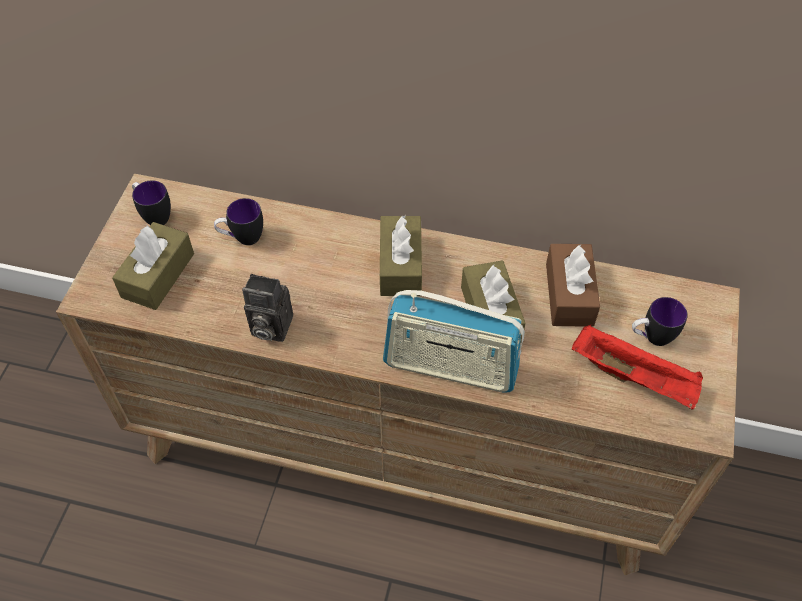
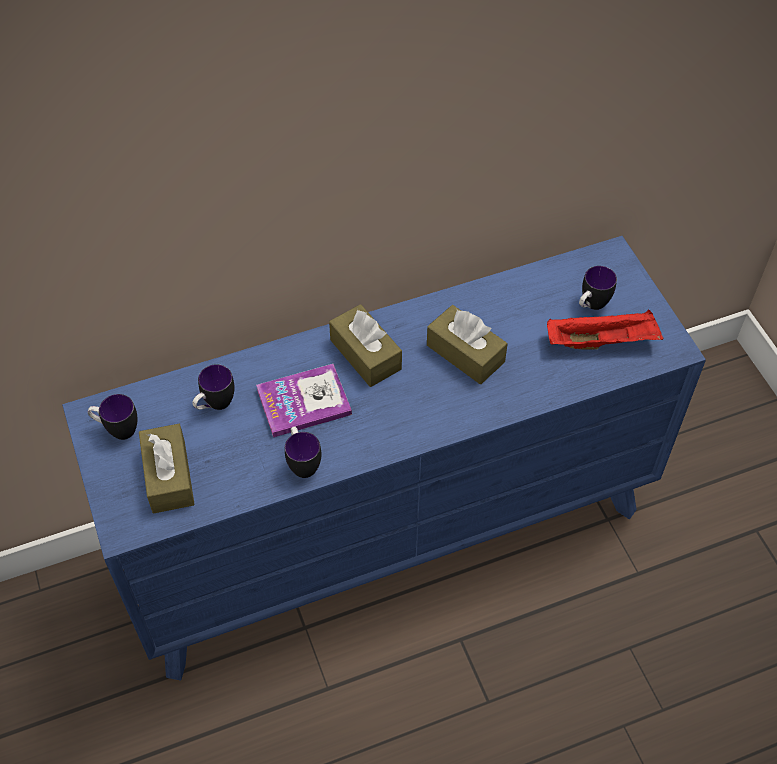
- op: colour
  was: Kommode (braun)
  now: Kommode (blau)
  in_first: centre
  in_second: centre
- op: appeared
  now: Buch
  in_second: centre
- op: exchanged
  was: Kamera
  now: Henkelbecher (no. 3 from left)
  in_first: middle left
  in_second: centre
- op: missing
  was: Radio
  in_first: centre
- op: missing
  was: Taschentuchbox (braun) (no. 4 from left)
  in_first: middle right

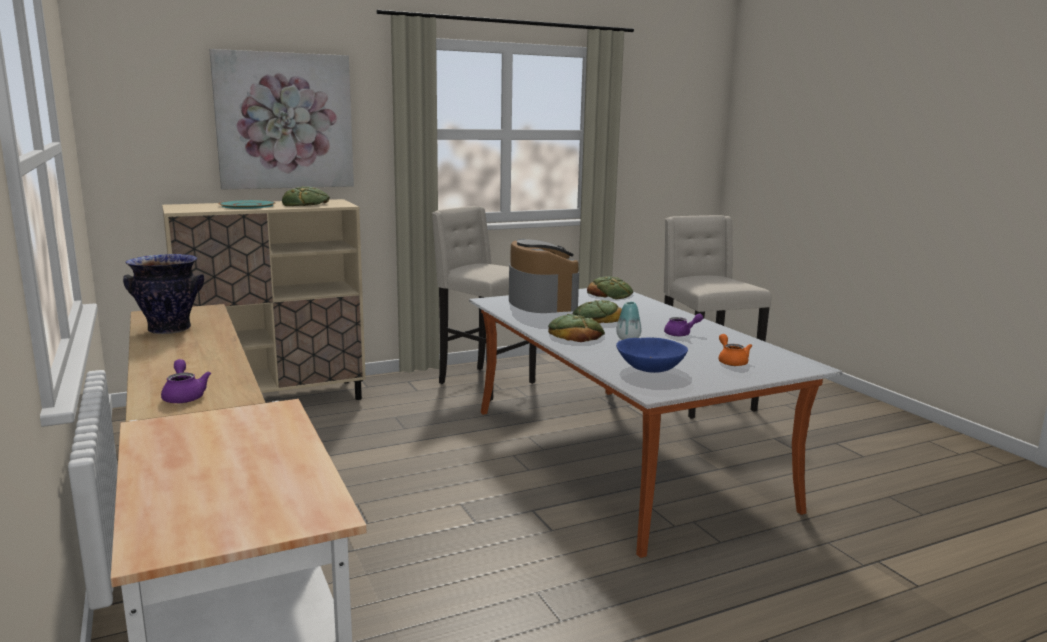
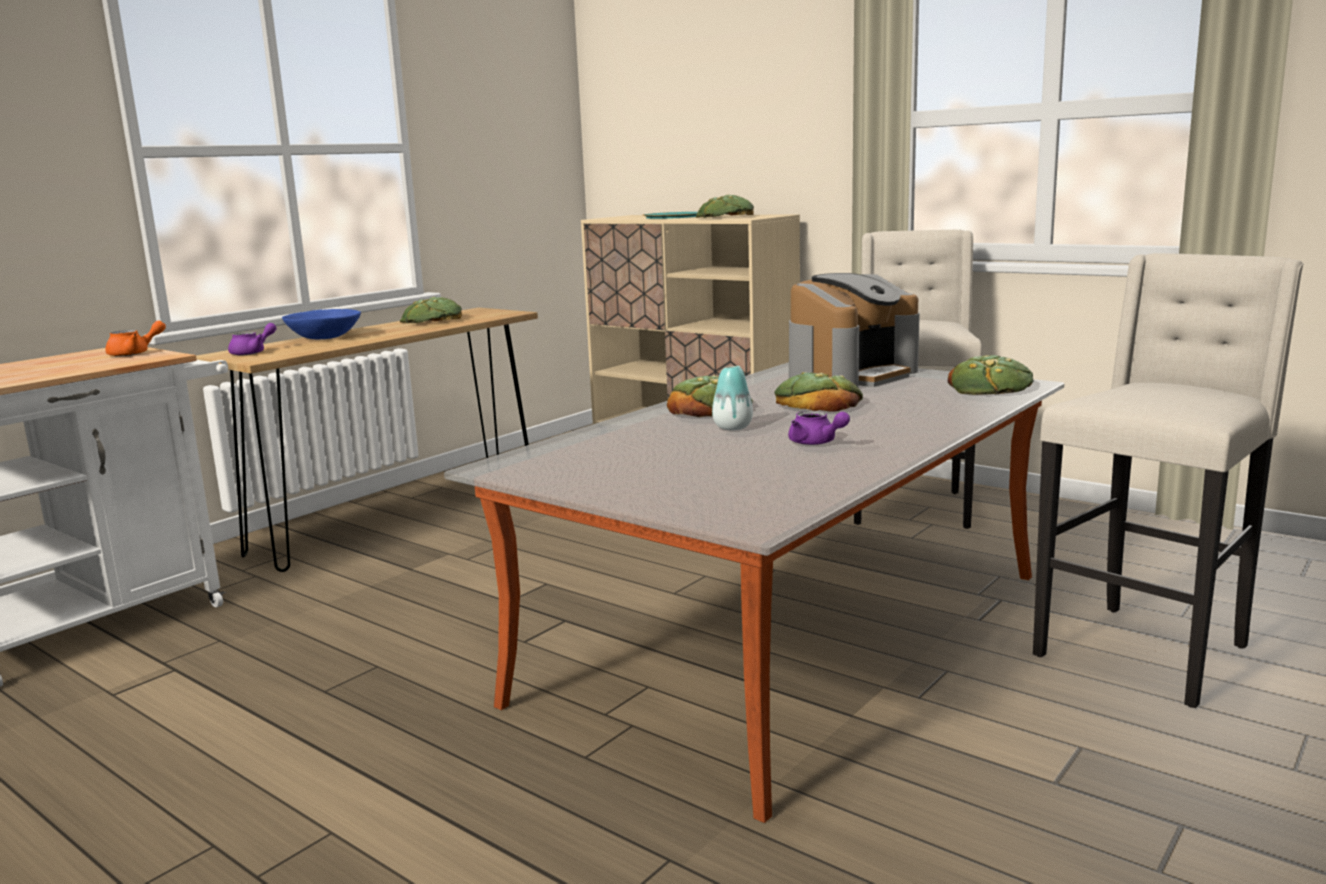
- op: relocated
  was: Teekanne (orange)
  in_first: middle right
  in_second: middle left
- op: relocated
  was: Schüssel (blau)
  in_first: centre
  in_second: middle left
- op: exchanged
  was: Vase (no. 1 from left)
  now: Brot (no. 1 from left)
  in_first: middle left
  in_second: middle left
- op: missing
  was: Bild
  in_first: top left

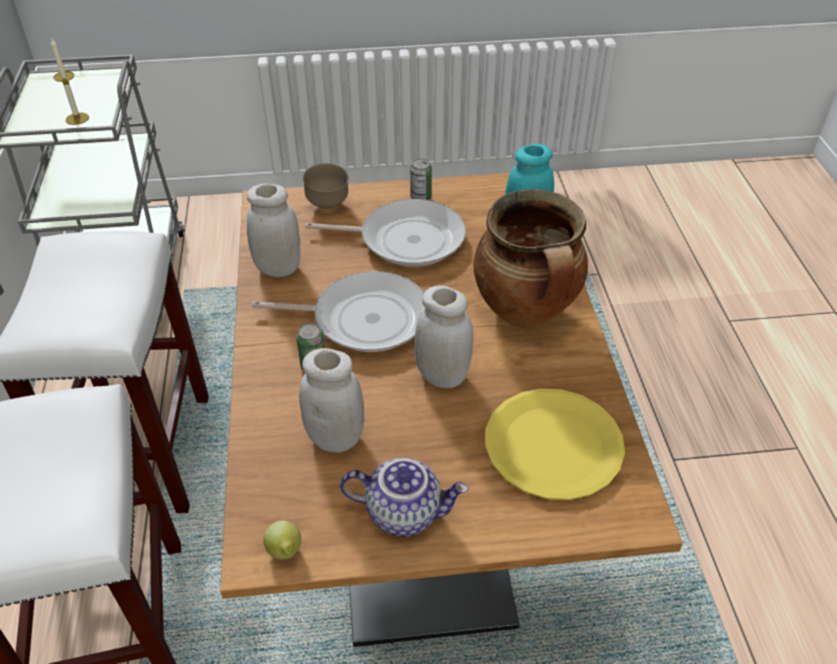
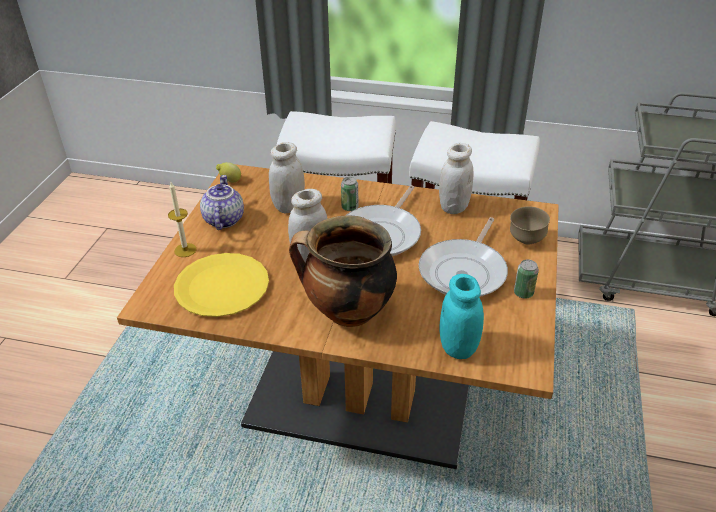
- op: relocated
  was: Kerze
  in_first: top left
  in_second: middle left
- op: spun
  was: Teekanne
  in_first: bottom centre
  in_second: middle left
  clockwise: 150

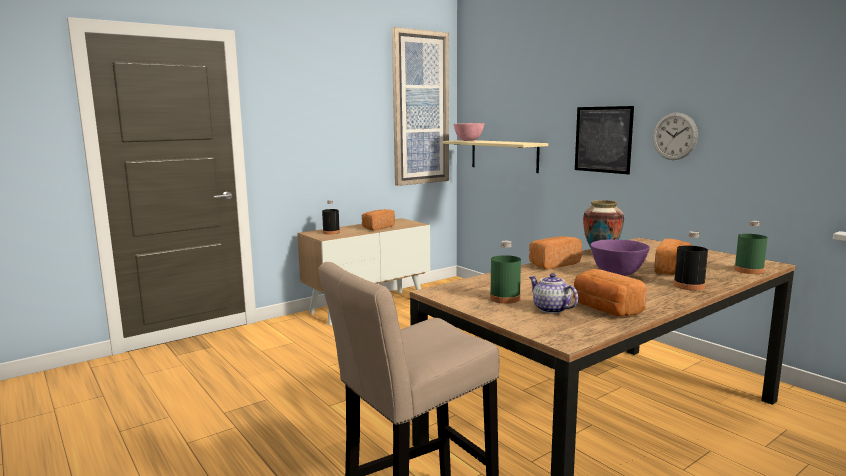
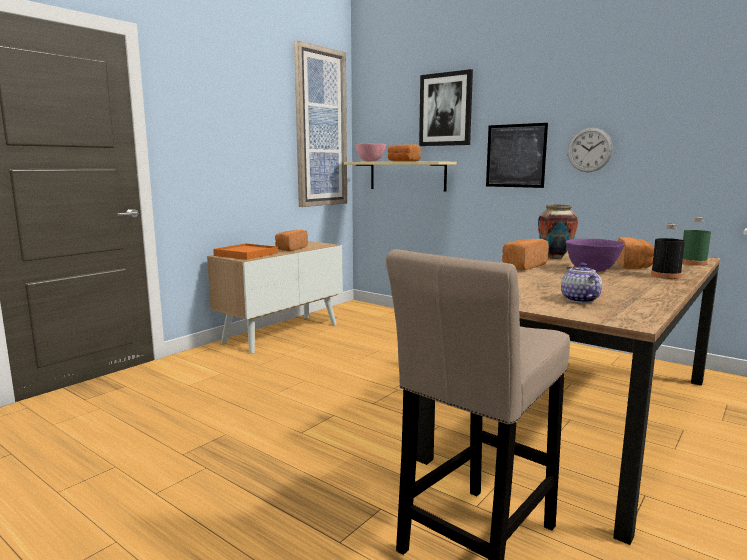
- op: exchanged
  was: Flasche (schwarz) (no. 1 from left)
  now: Tablett (orange)
  in_first: centre
  in_second: middle left
- op: relocated
  was: Brot (no. 3 from left in the first image)
  now: Brot (no. 2 from left)
  in_first: middle right
  in_second: top centre
- op: appeared
  now: Bild (no. 2 from left)
  in_second: top centre
- op: spun
  was: Teekanne
  in_first: centre
  in_second: middle right
  clockwise: 45
- op: missing
  was: Flasche (grün) (no. 1 from left)
  in_first: centre

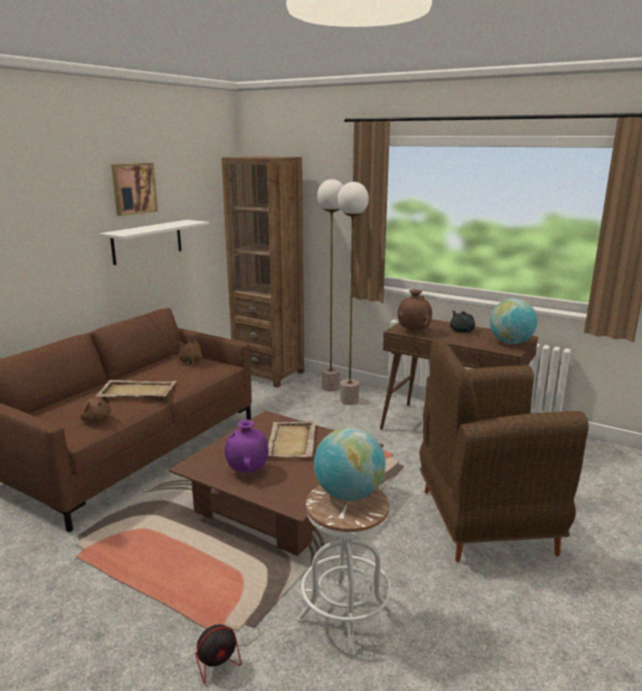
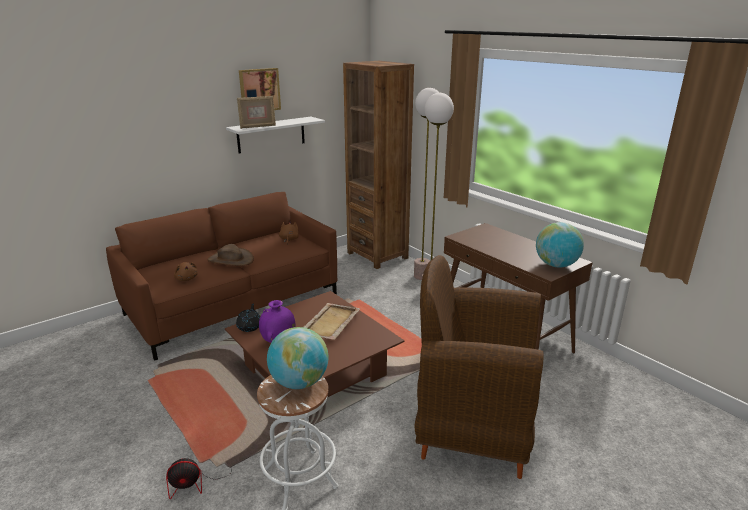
- op: exchanged
  was: Tablett (beige) (no. 1 from left)
  now: Hut (braun)
  in_first: middle left
  in_second: middle left
- op: relocated
  was: Teekanne (schwarz)
  in_first: middle right
  in_second: middle left
- op: appeared
  now: Bilderrahmen
  in_second: top centre
- op: missing
  was: Vase (braun)
  in_first: centre

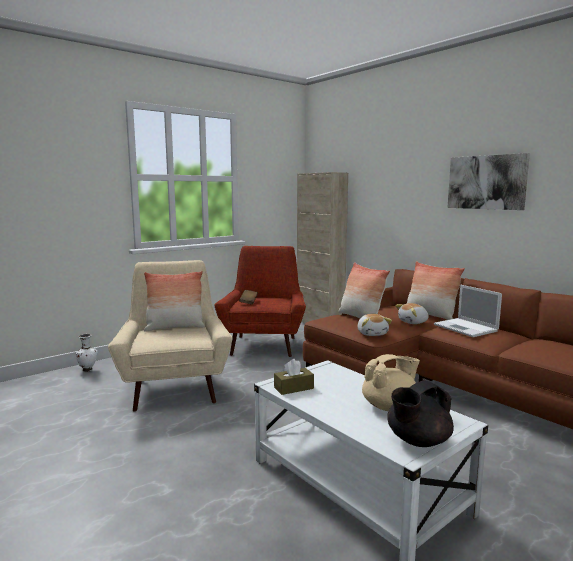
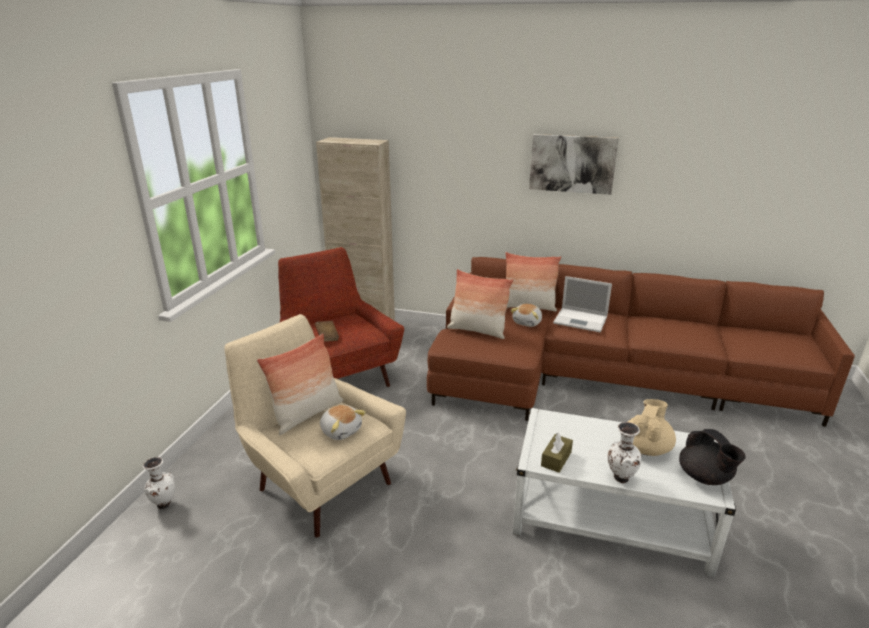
- op: relocated
  was: Plüschtier (no. 1 from left)
  in_first: centre
  in_second: bottom centre
- op: appeared
  now: Vase (weiß) (no. 2 from left)
  in_second: bottom right
- op: spun
  was: Teekanne (schwarz)
  in_first: bottom right
  in_second: bottom right
  clockwise: -45

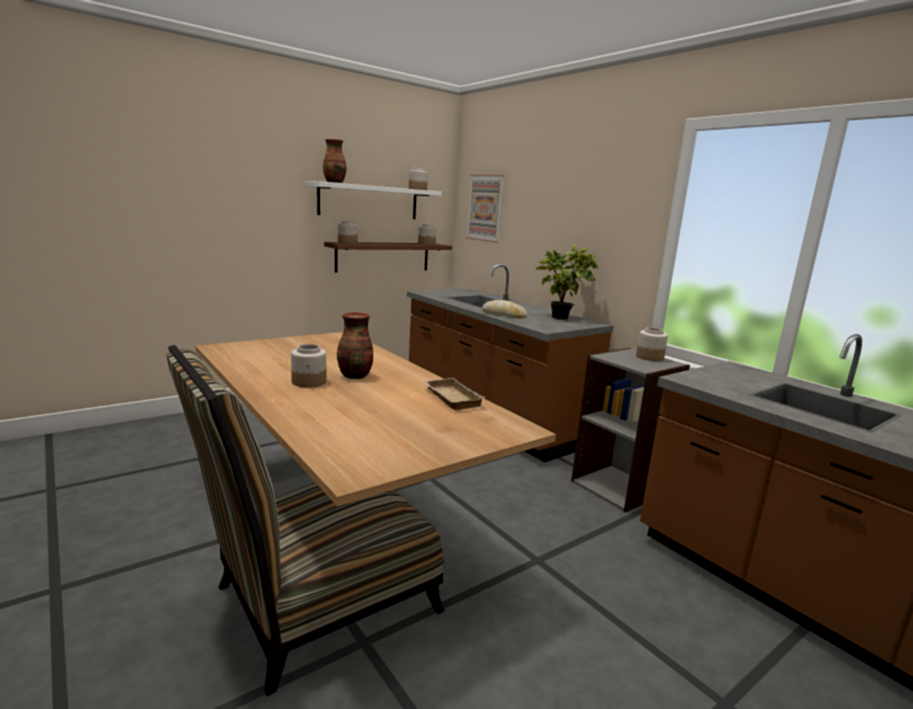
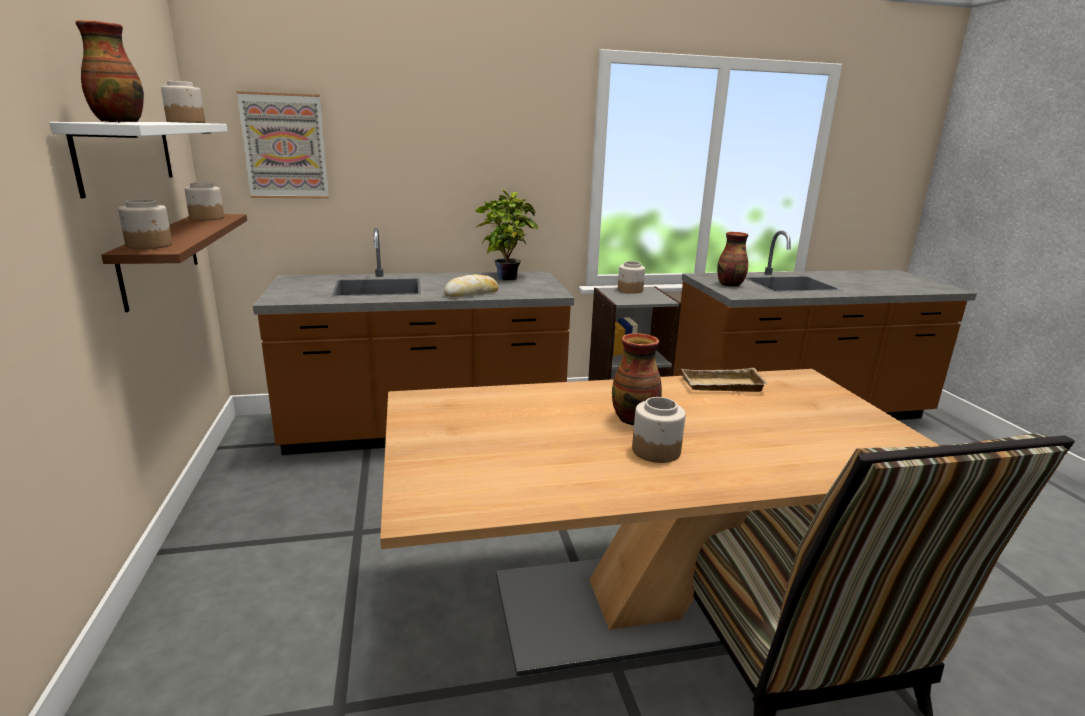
- op: appeared
  now: Vase (no. 3 from left)
  in_second: middle right

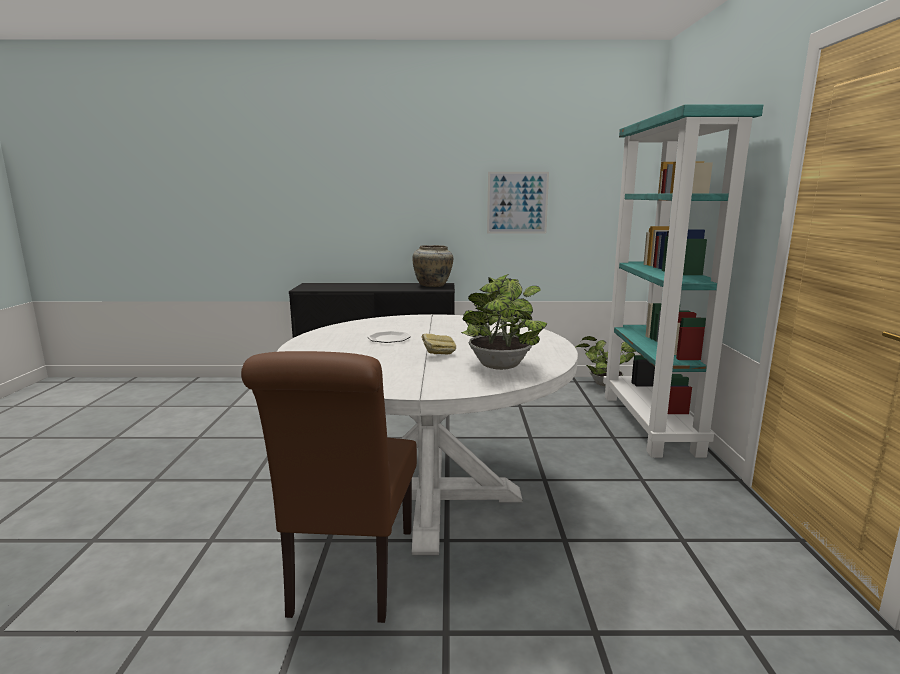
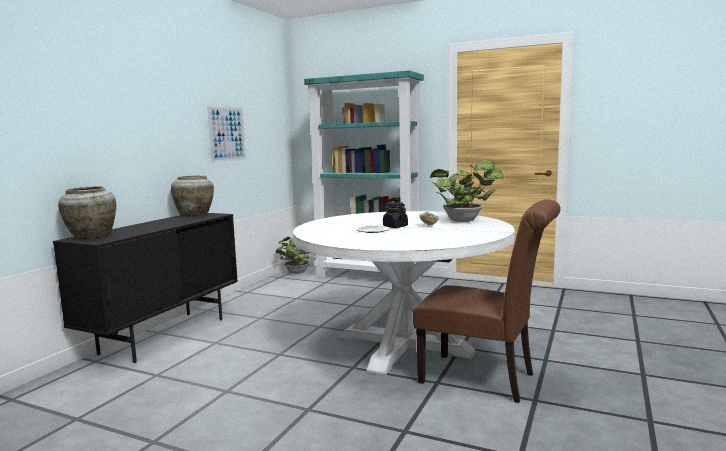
- op: appeared
  now: Vase (beige) (no. 1 from left)
  in_second: middle left
- op: appeared
  now: Vorratsglas (schwarz)
  in_second: centre

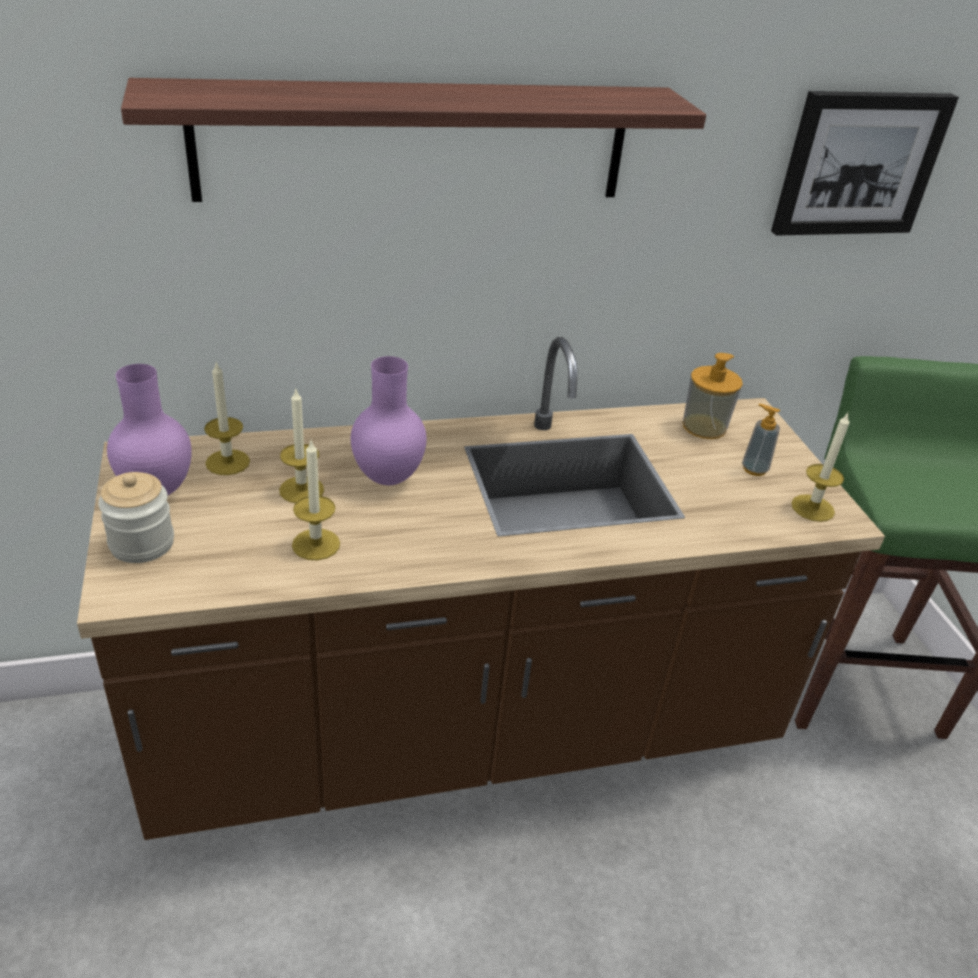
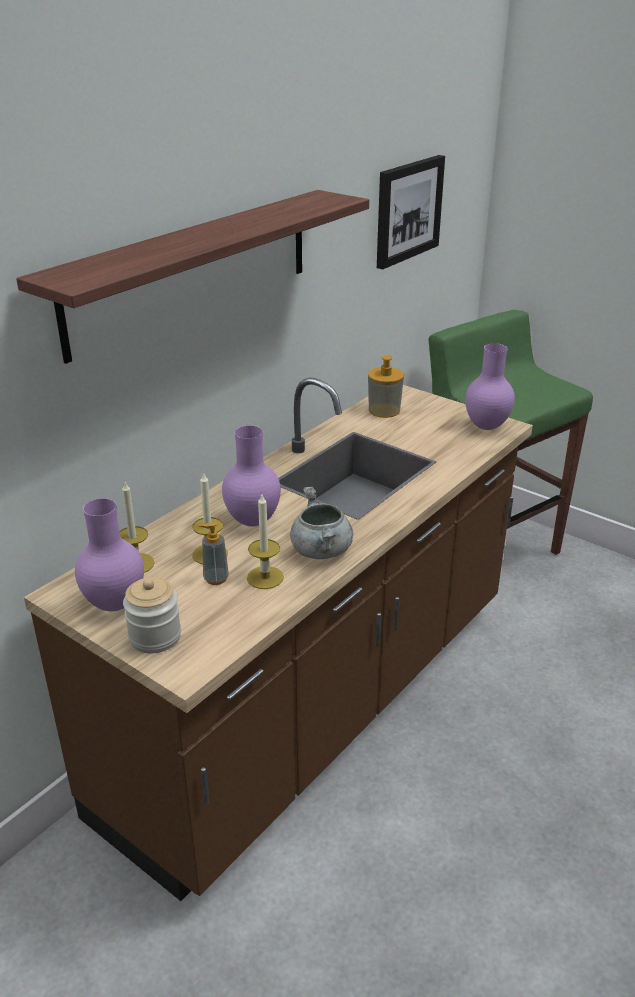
- op: relocated
  was: Seifenspender (no. 2 from left in the first image)
  now: Seifenspender (no. 1 from left)
  in_first: middle right
  in_second: centre
- op: appeared
  now: Kochtopf (grau)
  in_second: centre
- op: exchanged
  was: Kerze (no. 4 from left)
  now: Vase (lila) (no. 3 from left)
  in_first: middle right
  in_second: middle right

